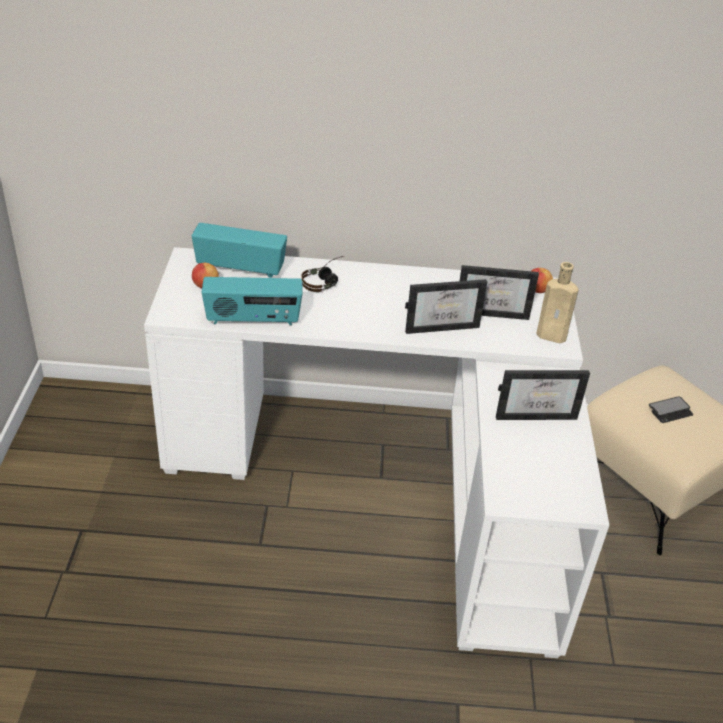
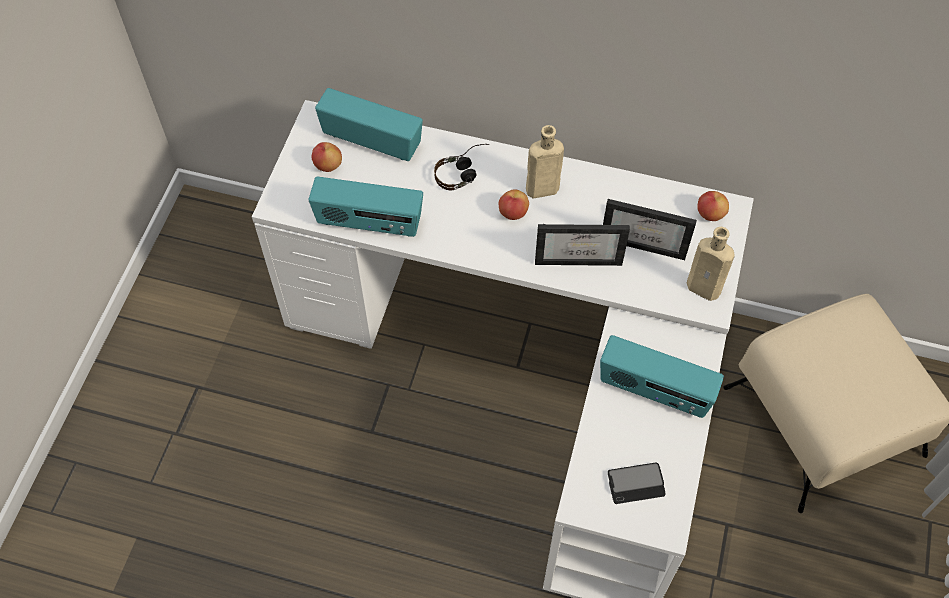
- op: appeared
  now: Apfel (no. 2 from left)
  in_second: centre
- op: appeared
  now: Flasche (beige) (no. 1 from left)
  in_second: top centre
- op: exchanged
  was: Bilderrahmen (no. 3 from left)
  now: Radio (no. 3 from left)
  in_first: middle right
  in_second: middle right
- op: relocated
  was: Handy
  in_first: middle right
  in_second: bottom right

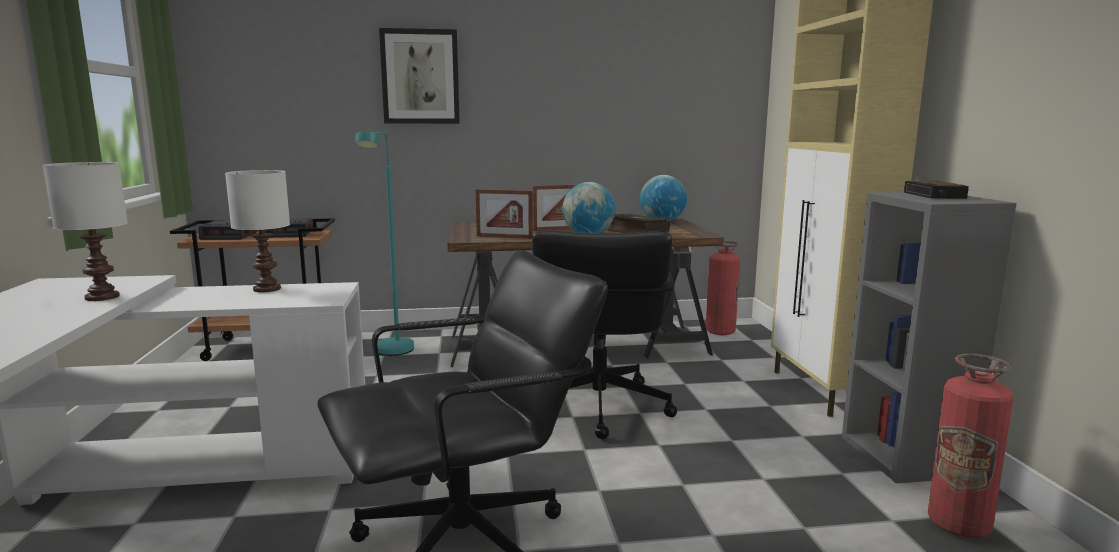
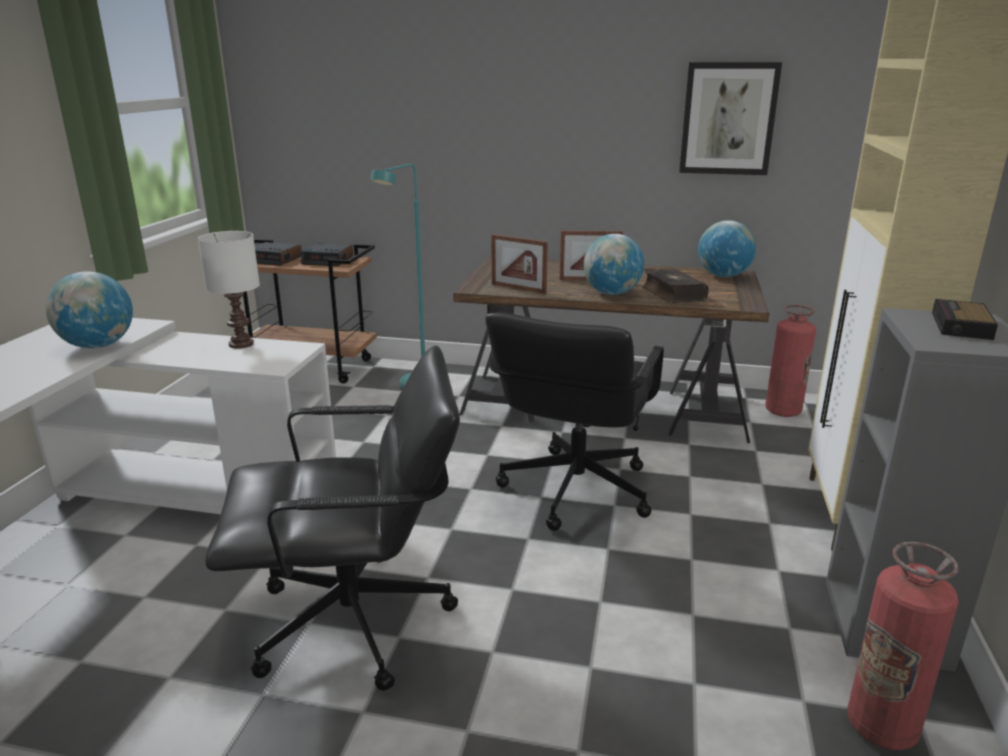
- op: exchanged
  was: Tischlampe (weiß) (no. 1 from left)
  now: Globus (no. 1 from left)
  in_first: middle left
  in_second: middle left
- op: relocated
  was: Bild
  in_first: top centre
  in_second: top right

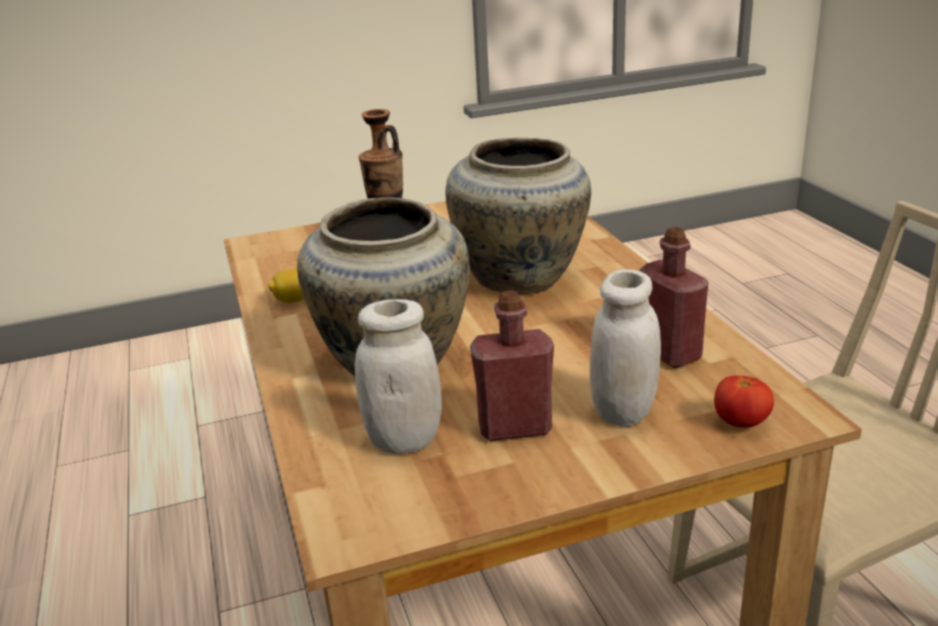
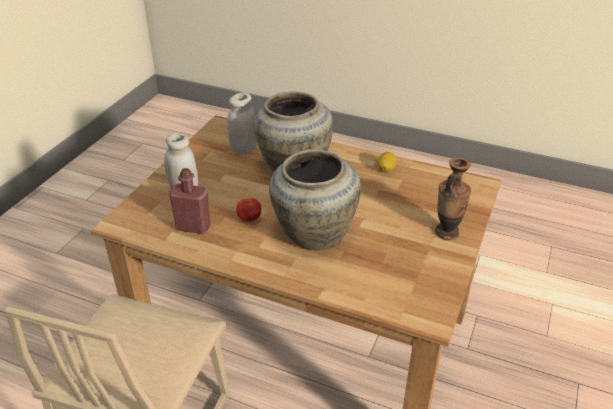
- op: relocated
  was: Tomate
  in_first: middle right
  in_second: centre
- op: missing
  was: Flasche (rot) (no. 1 from left)
  in_first: centre

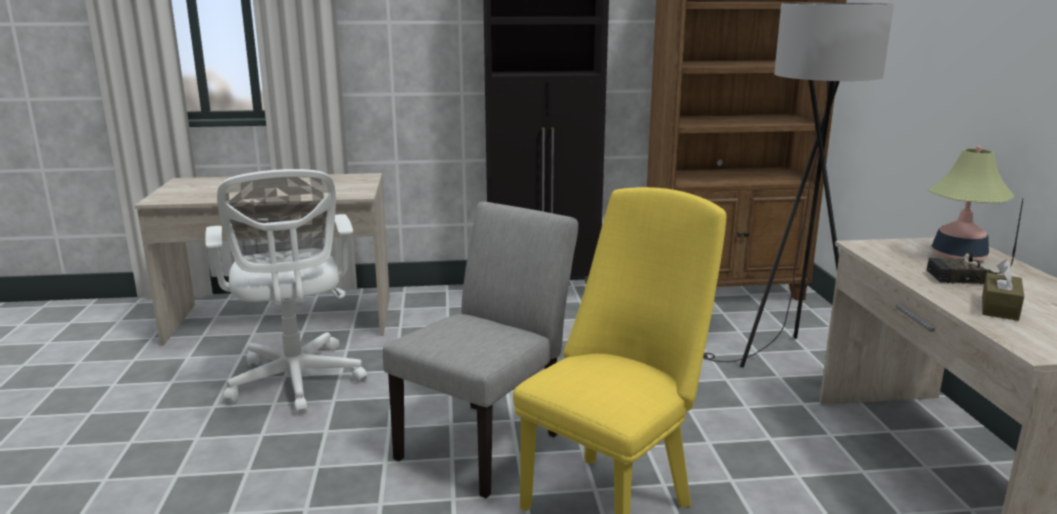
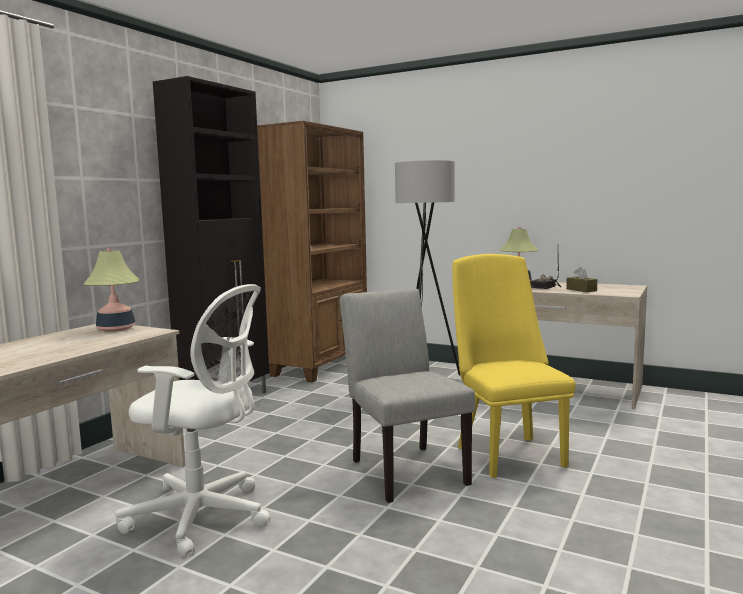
- op: appeared
  now: Tischlampe (no. 1 from left)
  in_second: middle left

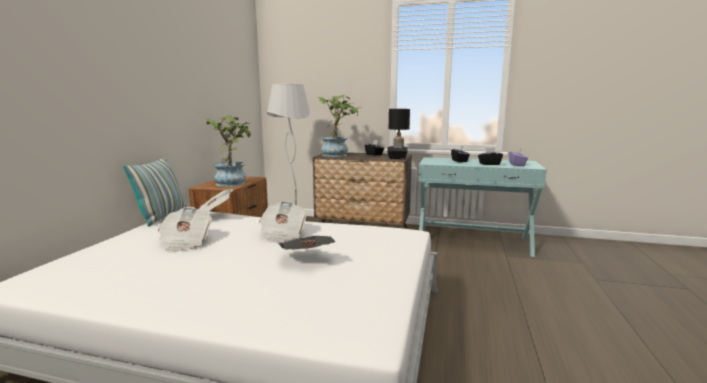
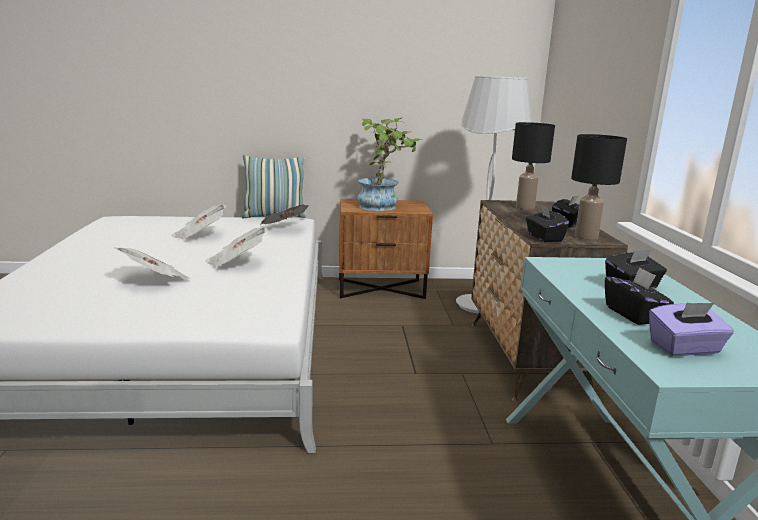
- op: exchanged
  was: Topfpflanze (no. 2 from left)
  now: Tischlampe (schwarz) (no. 1 from left)
  in_first: top centre
  in_second: top right

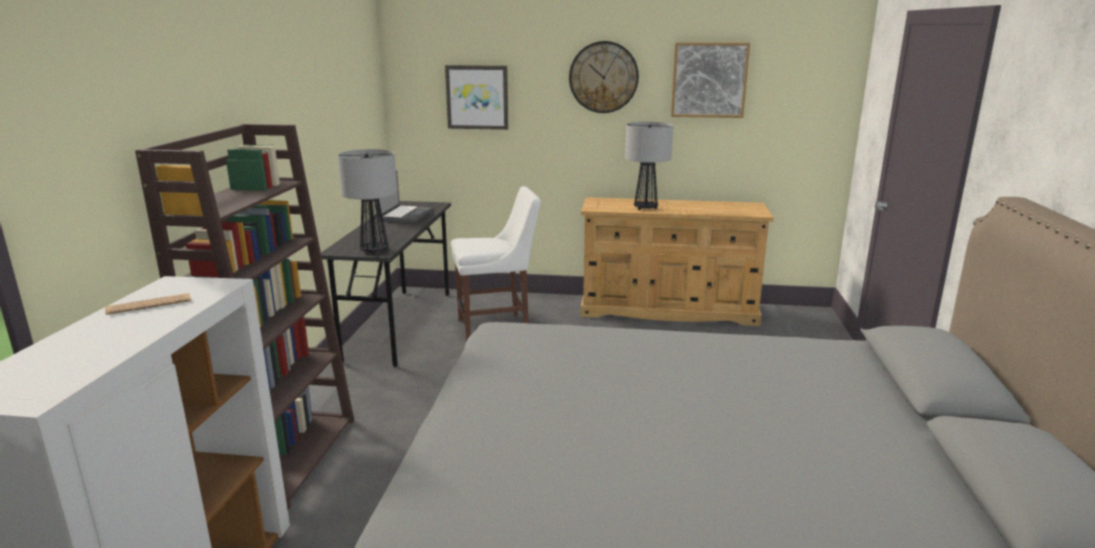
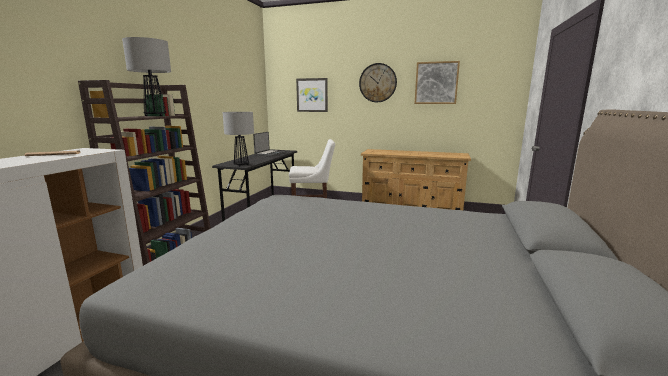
- op: relocated
  was: Tischlampe (no. 2 from left in the first image)
  now: Tischlampe (no. 1 from left)
  in_first: top centre
  in_second: top left

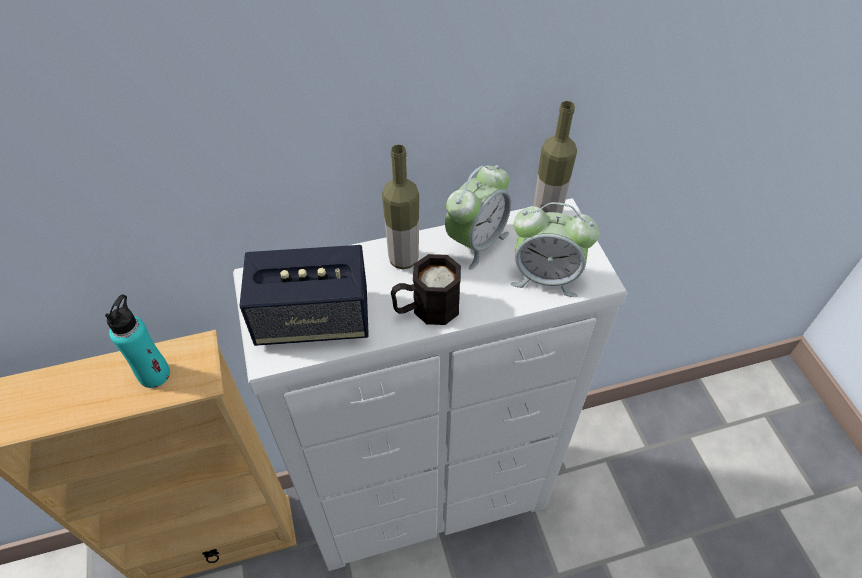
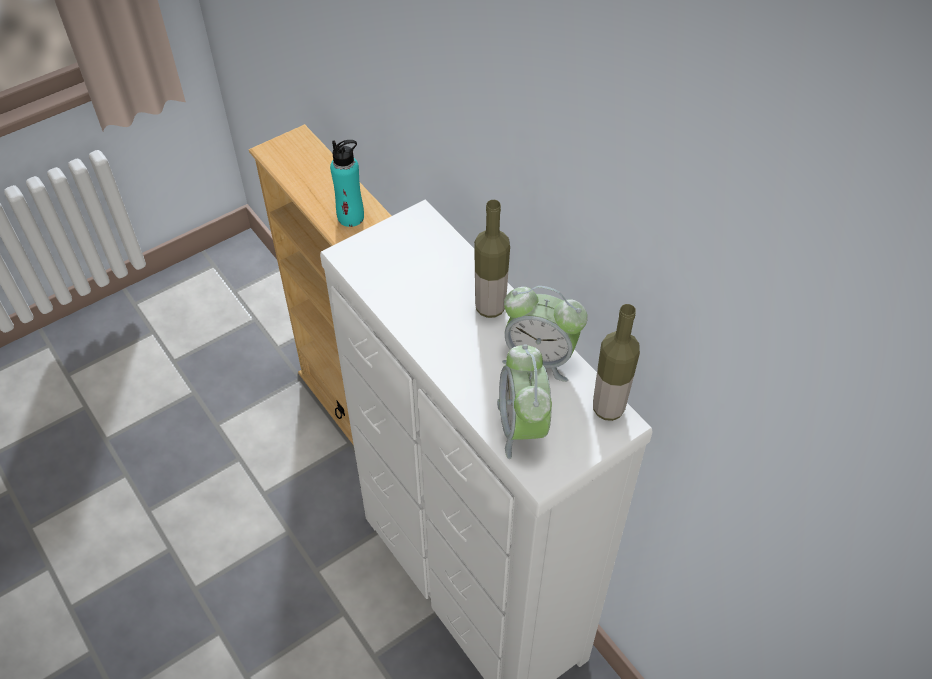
- op: missing
  was: Lautsprecher
  in_first: centre
- op: missing
  was: Henkelbecher (schwarz)
  in_first: centre

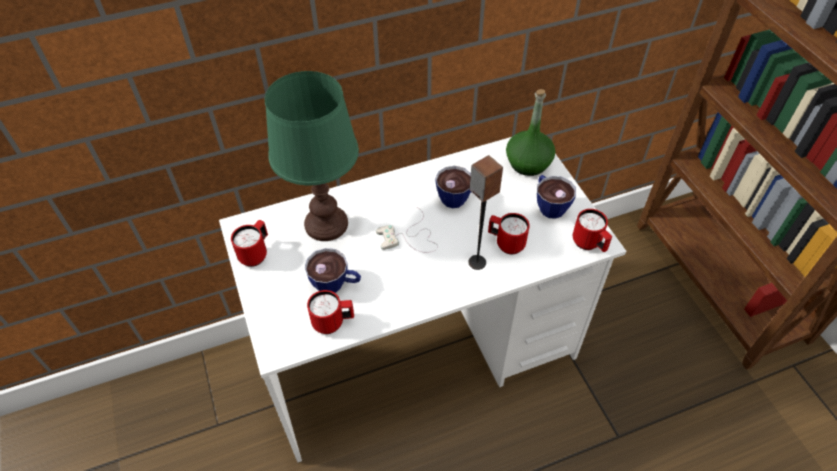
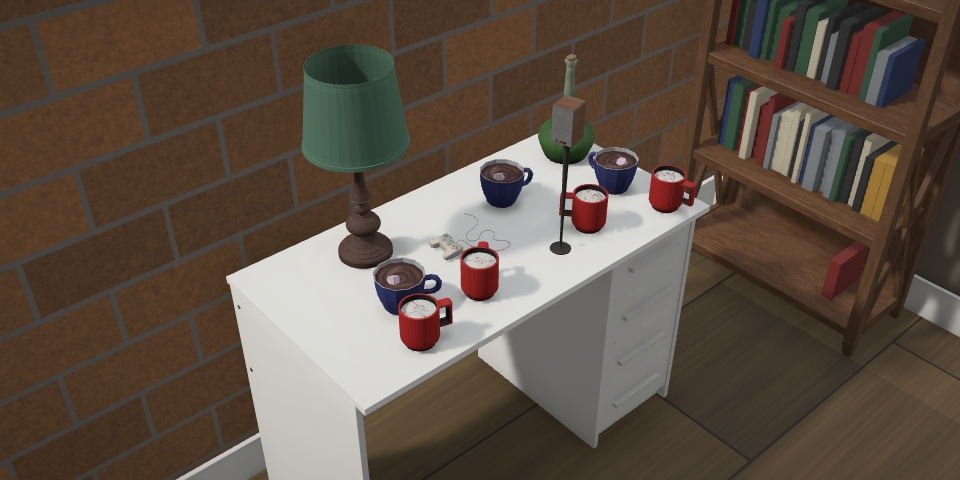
- op: relocated
  was: Henkelbecher (rot) (no. 1 from left in the first image)
  now: Henkelbecher (rot) (no. 2 from left)
  in_first: middle left
  in_second: centre

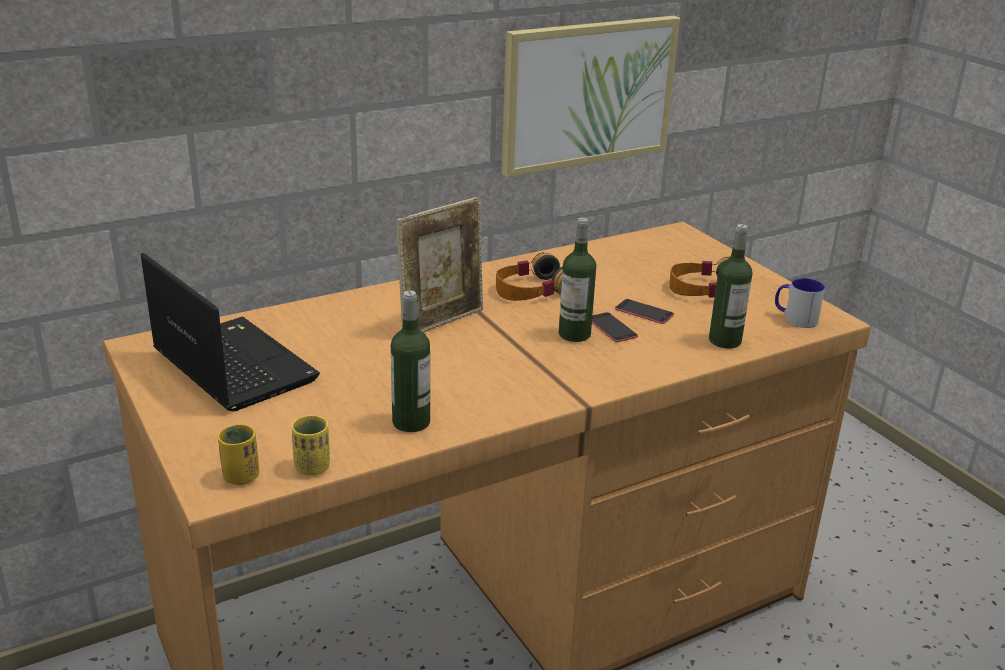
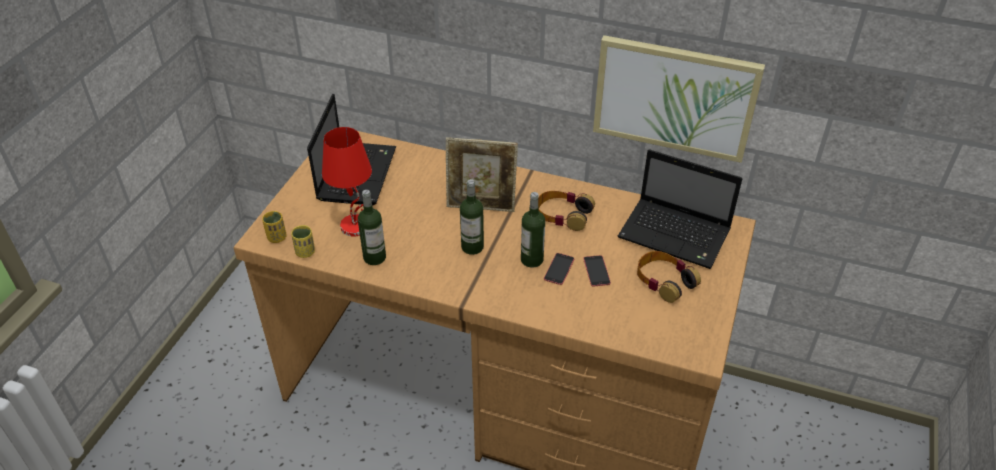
- op: appeared
  now: Tischlampe (rot)
  in_second: centre
- op: relocated
  was: Flasche (no. 3 from left in the first image)
  now: Flasche (no. 2 from left)
  in_first: middle right
  in_second: centre
- op: appeared
  now: Laptop (no. 2 from left)
  in_second: middle right
- op: missing
  was: Henkelbecher
  in_first: middle right

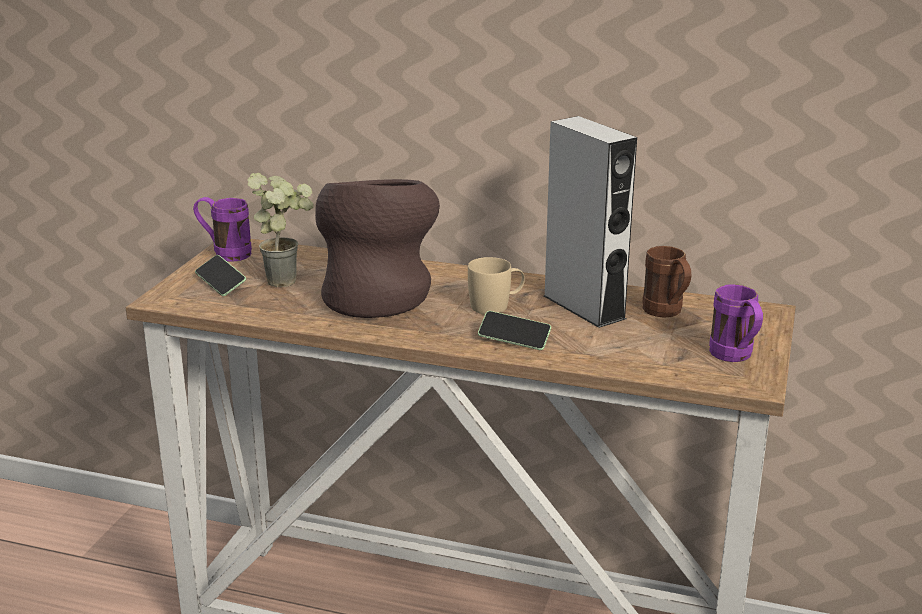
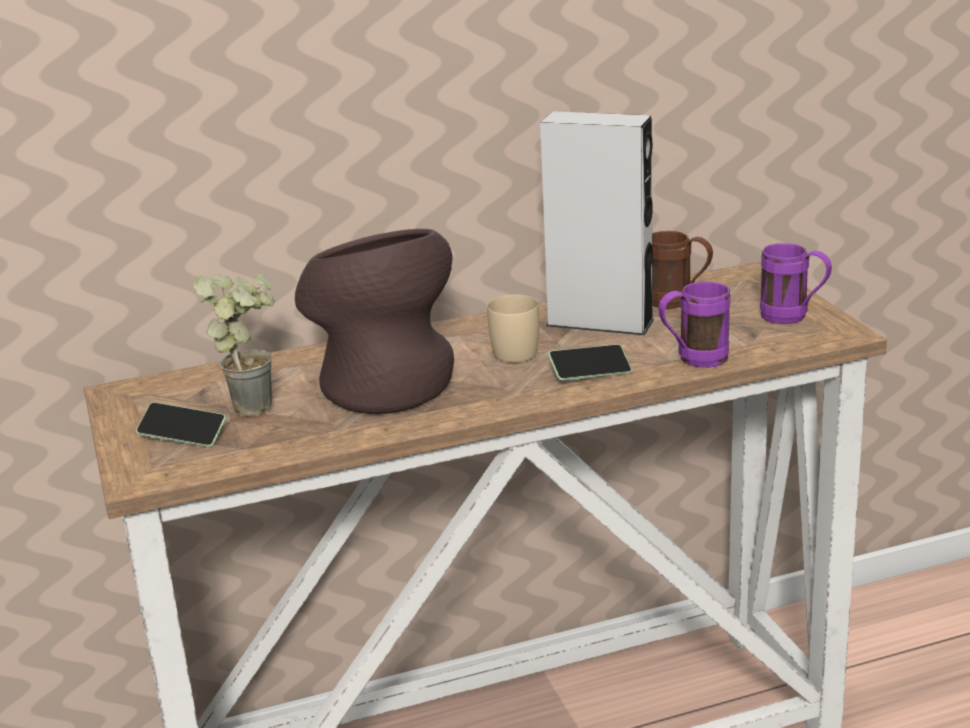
- op: relocated
  was: Henkelbecher (lila) (no. 1 from left)
  in_first: middle left
  in_second: middle right

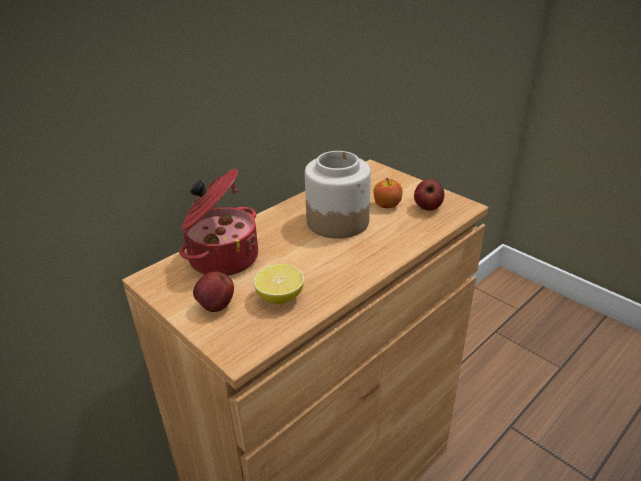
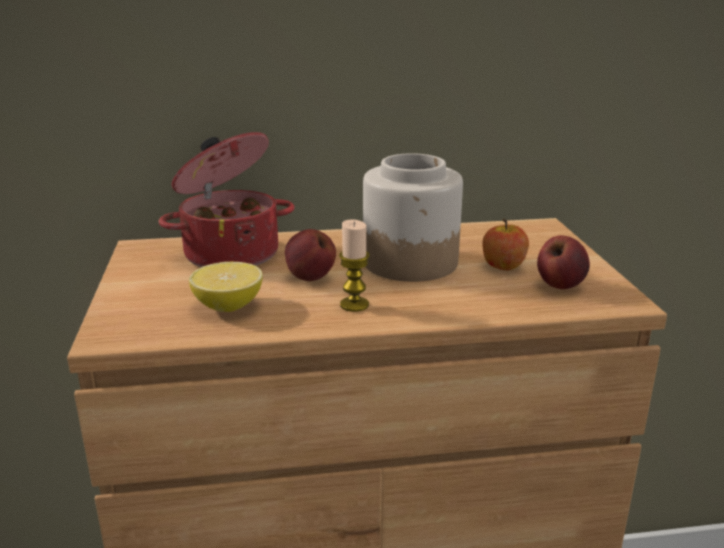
- op: relocated
  was: Apfel (no. 1 from left)
  in_first: middle left
  in_second: centre
- op: appeared
  now: Kerze
  in_second: centre

